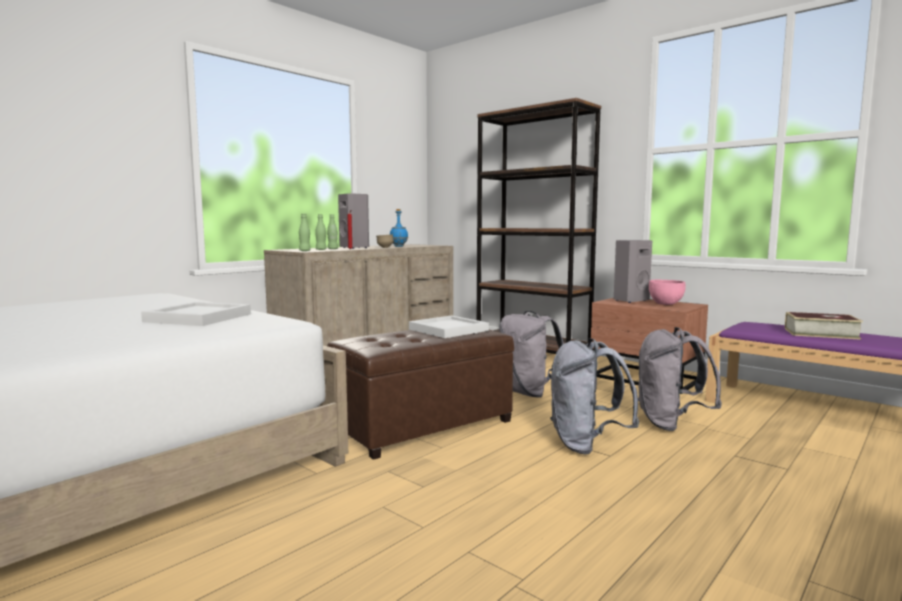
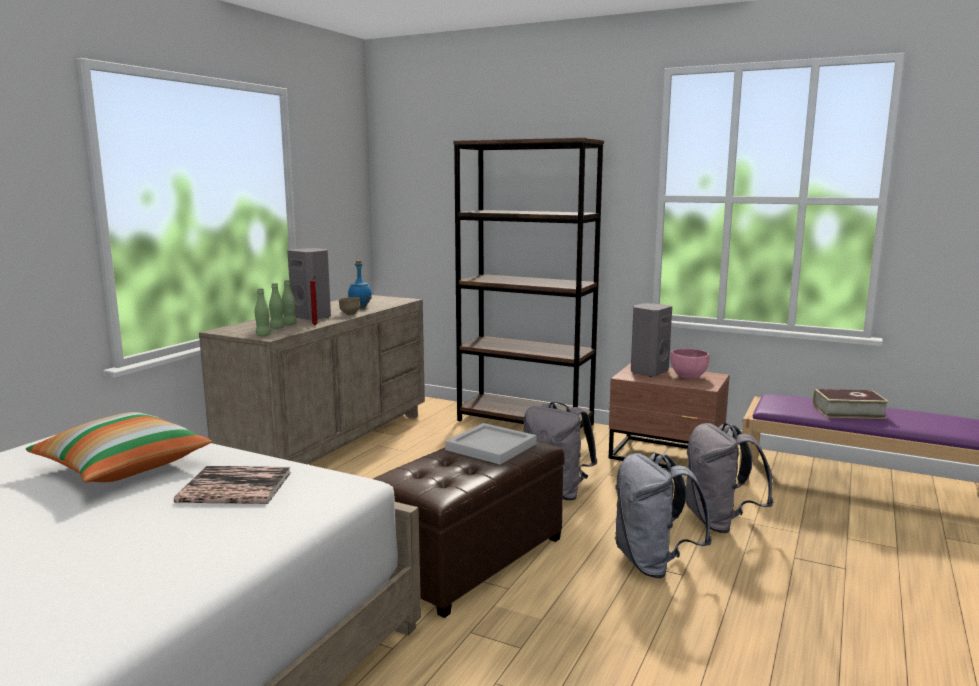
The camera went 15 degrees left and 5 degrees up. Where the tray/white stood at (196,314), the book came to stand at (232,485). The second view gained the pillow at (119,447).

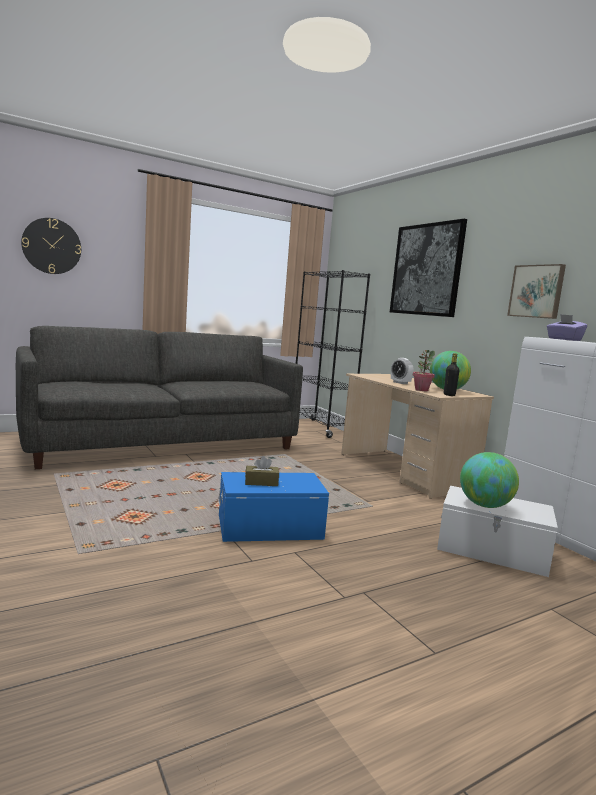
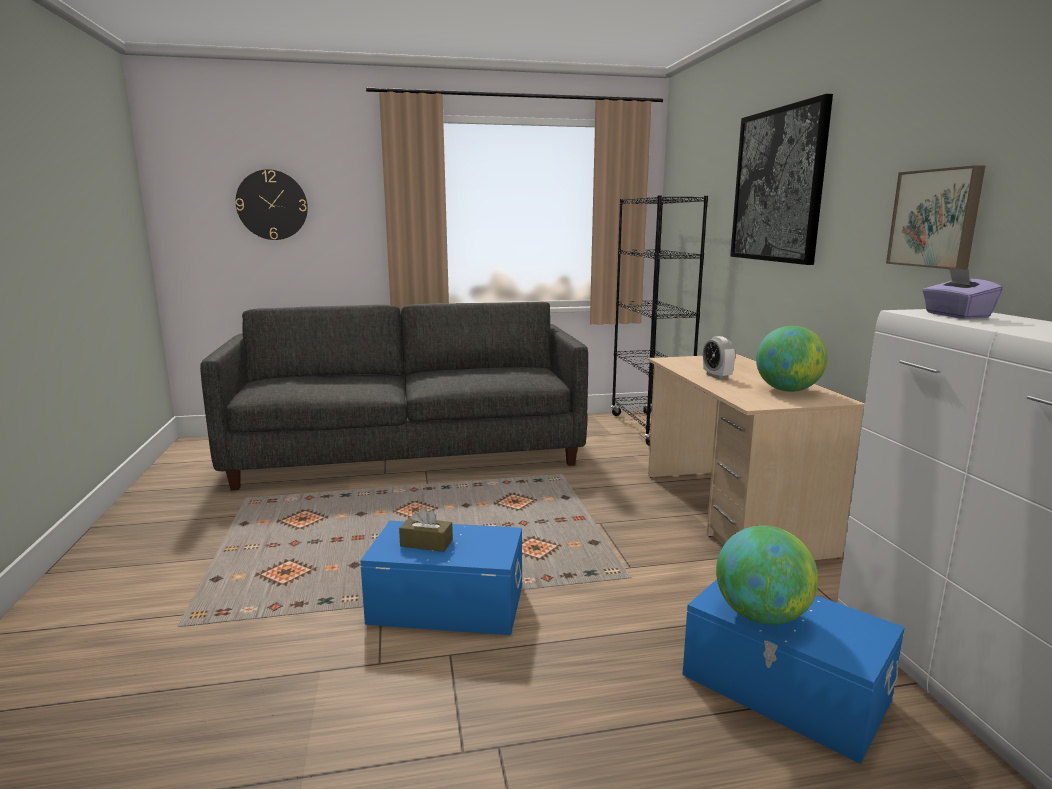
The camera went 20 degrees right and 5 degrees up. The second view lost the potted plant at (424,370). What was the storage box/white at (497,531) turned into the storage box/blue at (793,671). The second view lost the bottle/black at (451,374).

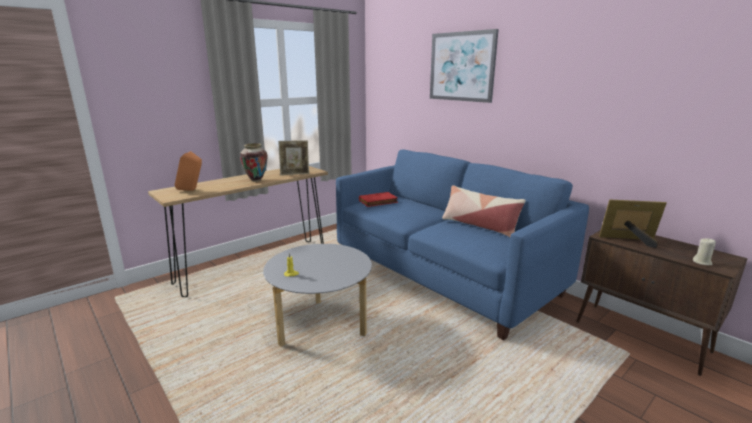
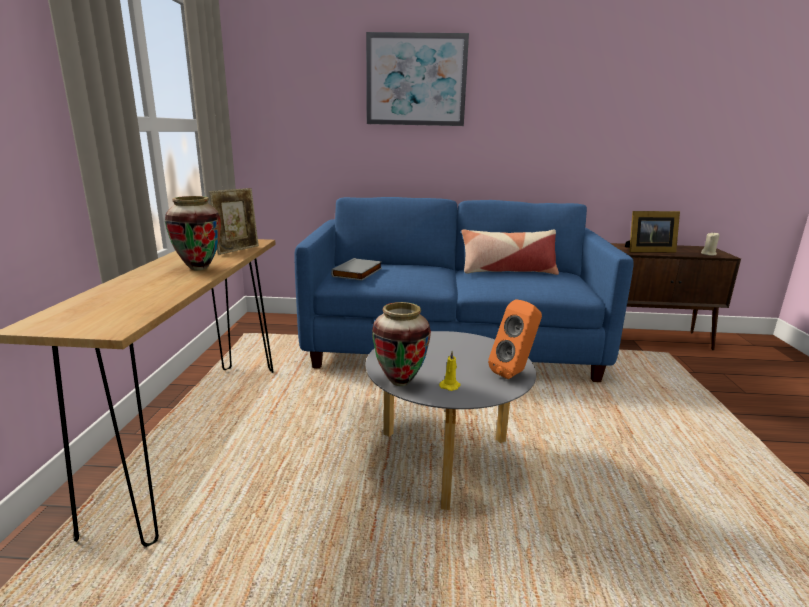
The camera went 45 degrees left and 0 degrees up. The speaker/orange ended up elsewhere, having gone from (188,171) to (515,339). What was the book/red at (378,199) turned into the book/grey at (356,269). The picture frame at (633,223) ended up facing another way, 150 degrees counterclockwise from before. The second view gained the vase at (401,344).

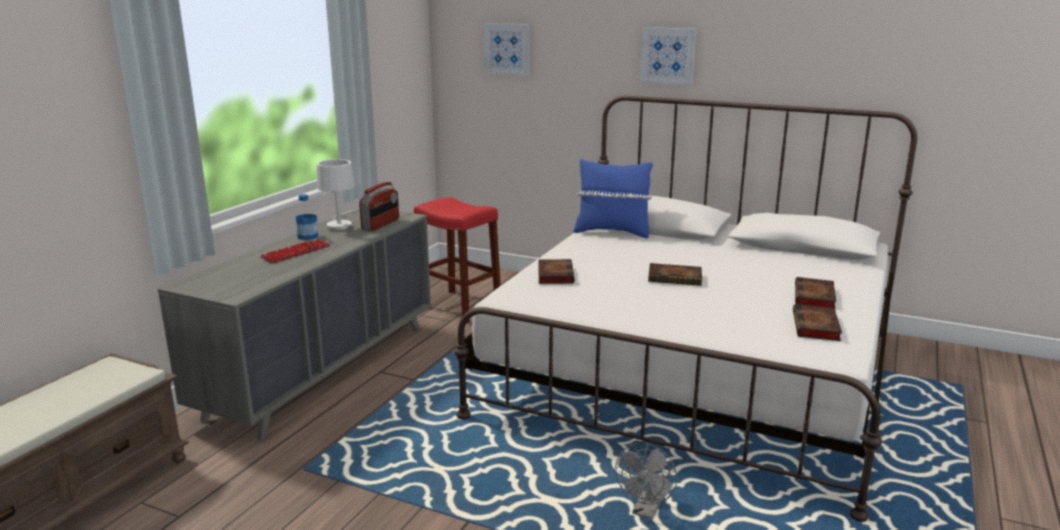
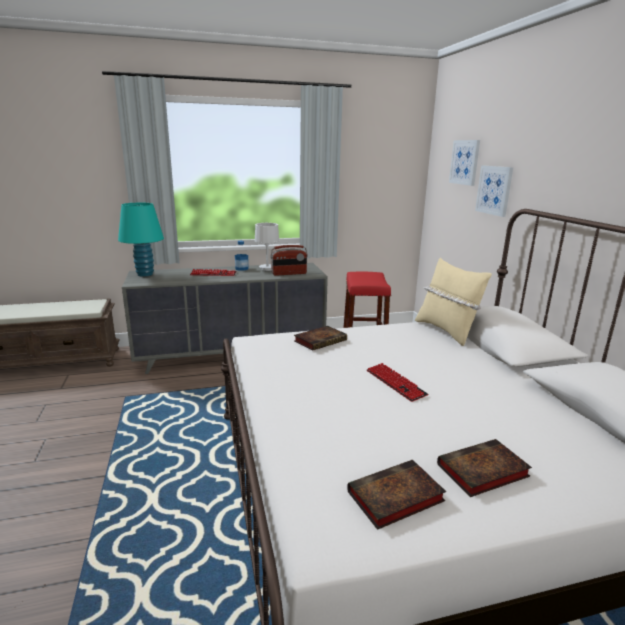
The camera went 50 degrees right and 0 degrees up. What was the pillow/blue at (613,198) turned into the pillow/beige at (453,302). The second view lost the fan/grey at (646,481). The picture ended up elsewhere, having gone from (668,56) to (494,191). Where the book stood at (675,274), the keyboard came to stand at (398,382). The second view gained the table lamp/turquoise at (141,240).

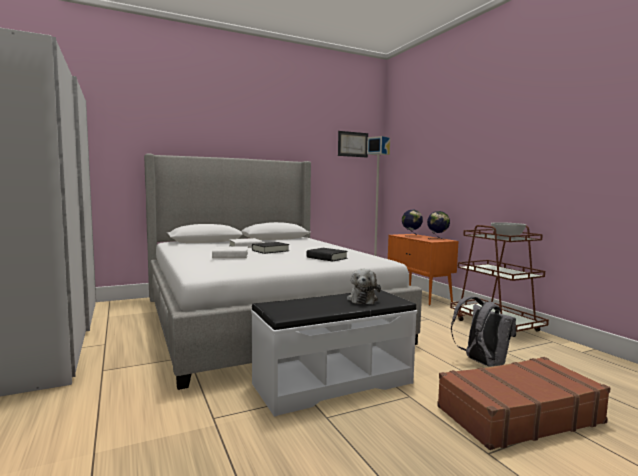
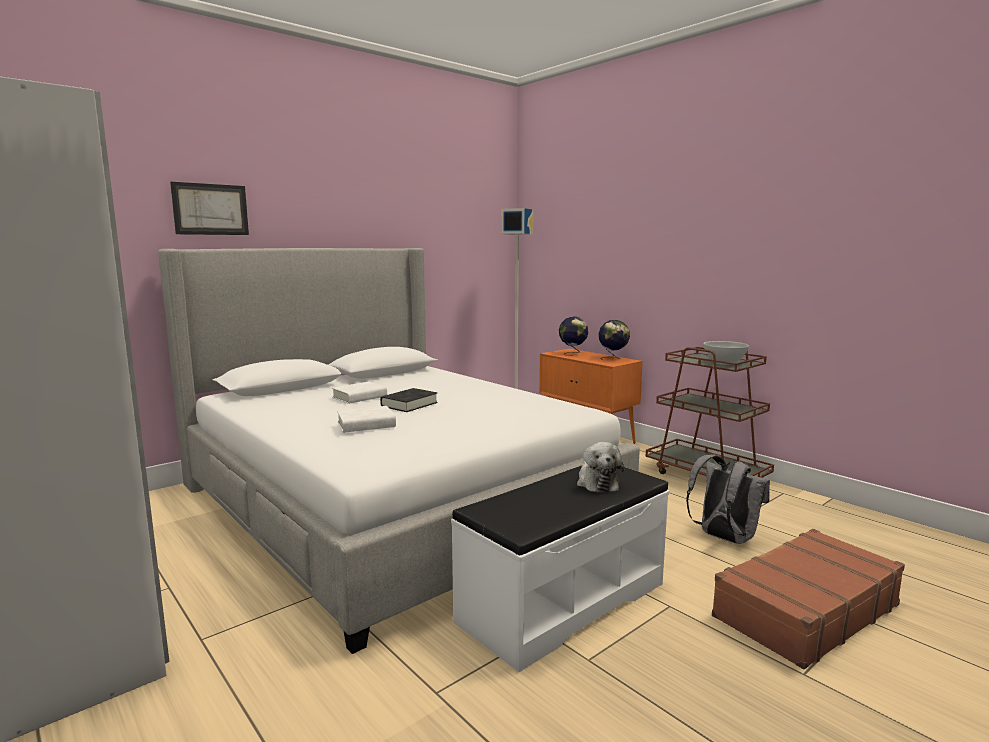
The camera went 15 degrees left and 5 degrees up. The second view lost the book/black at (327,255). The picture ended up elsewhere, having gone from (353,144) to (209,208).

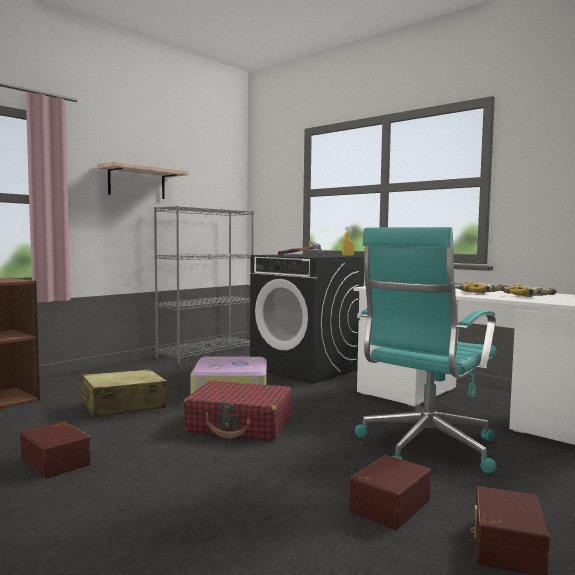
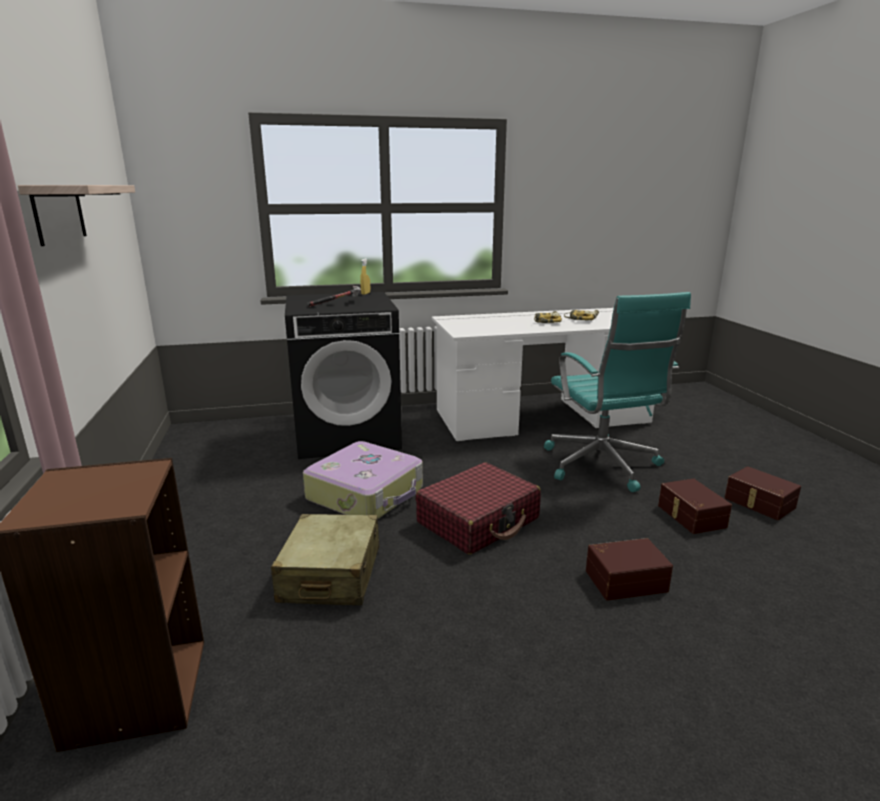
The camera went 55 degrees left and 15 degrees up. The storage box/brown ended up elsewhere, having gone from (55,450) to (629,569). The second view lost the bookcase/grey at (204,285).

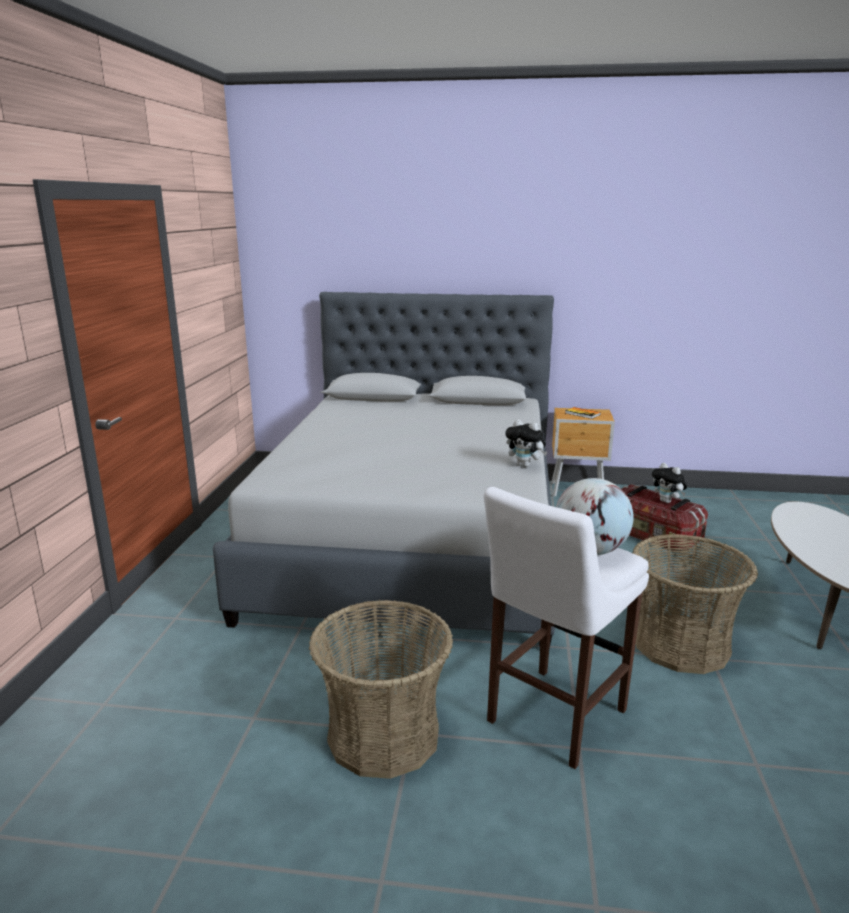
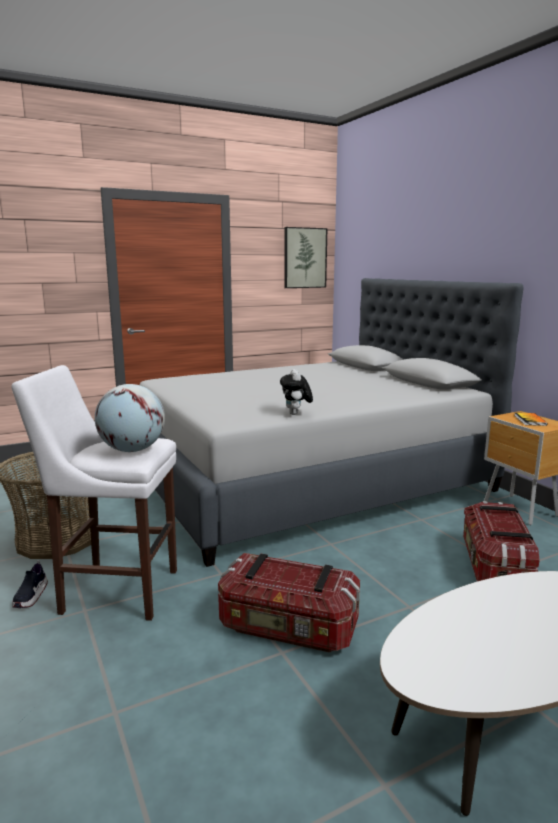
The camera went 55 degrees right and 5 degrees down. Where the basket stood at (695,604), the storage box came to stand at (289,602). The second view lost the plush toy at (669,483). The second view gained the shoe at (30,584). The second view gained the picture at (305,257).

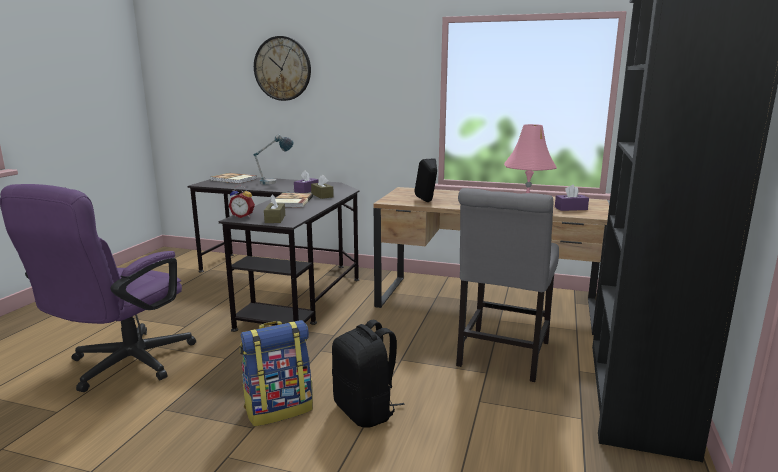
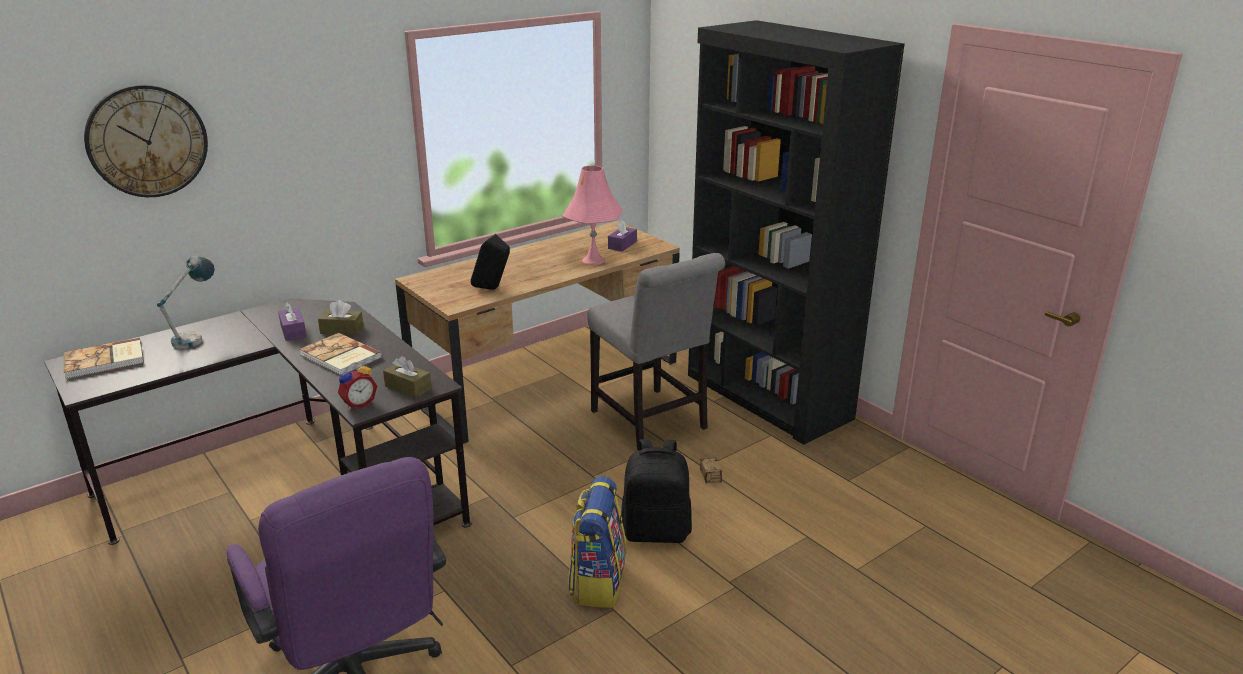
The camera went 55 degrees left and 10 degrees up. The second view gained the storage box at (716,470).

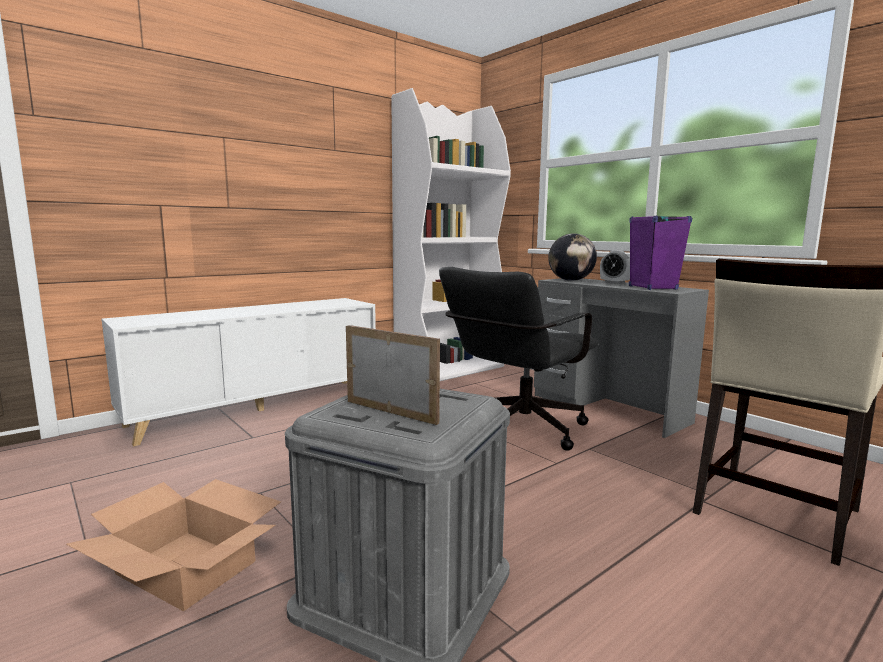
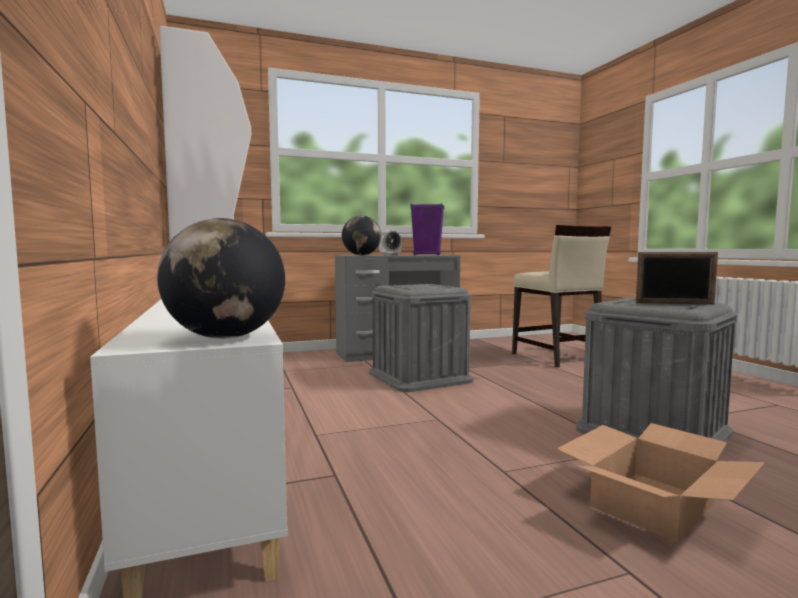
The camera went 70 degrees left and 5 degrees down. The picture frame at (393,375) ended up facing another way, 135 degrees counterclockwise from before. Where the office chair/black stood at (519,359), the storage box/grey came to stand at (421,338). The second view gained the globe at (221,278).

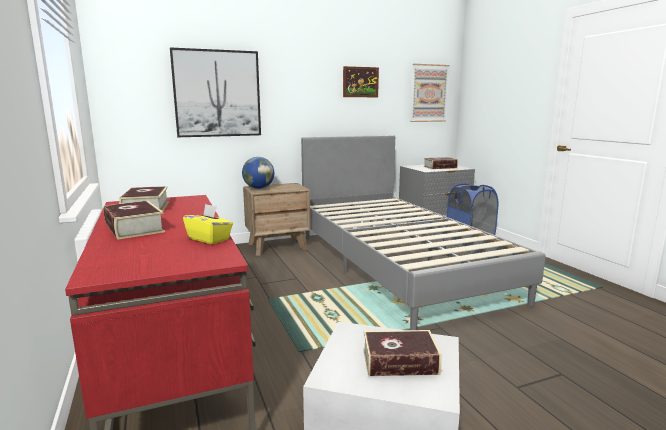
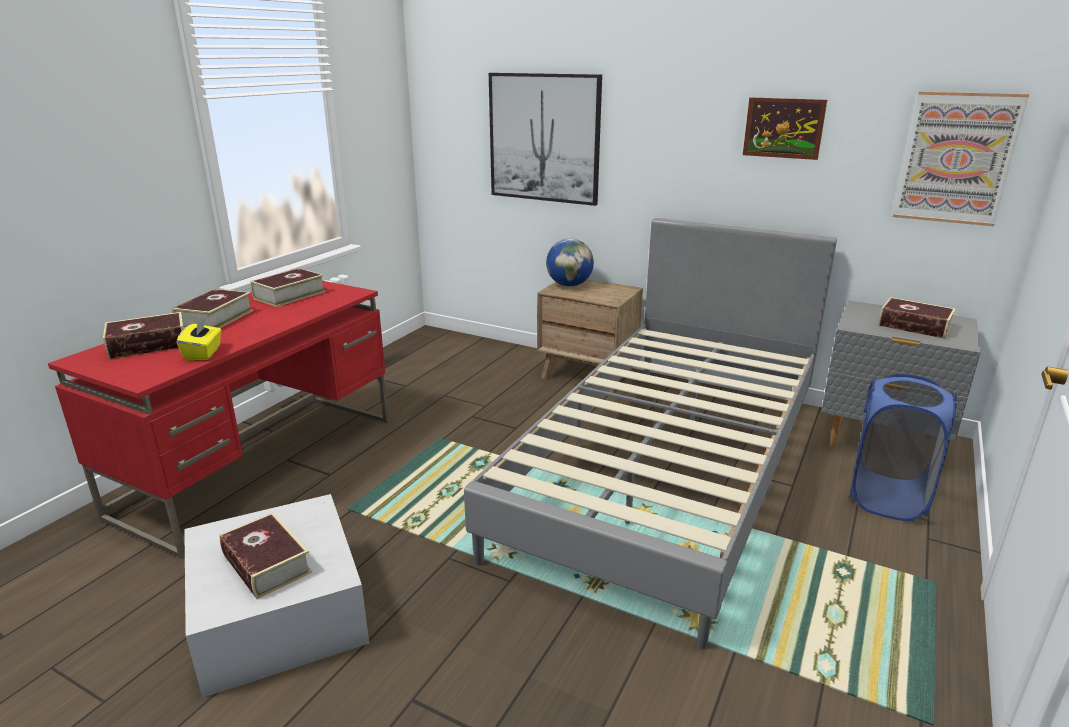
The camera went 50 degrees right and 10 degrees up. The second view gained the book at (143,335).

